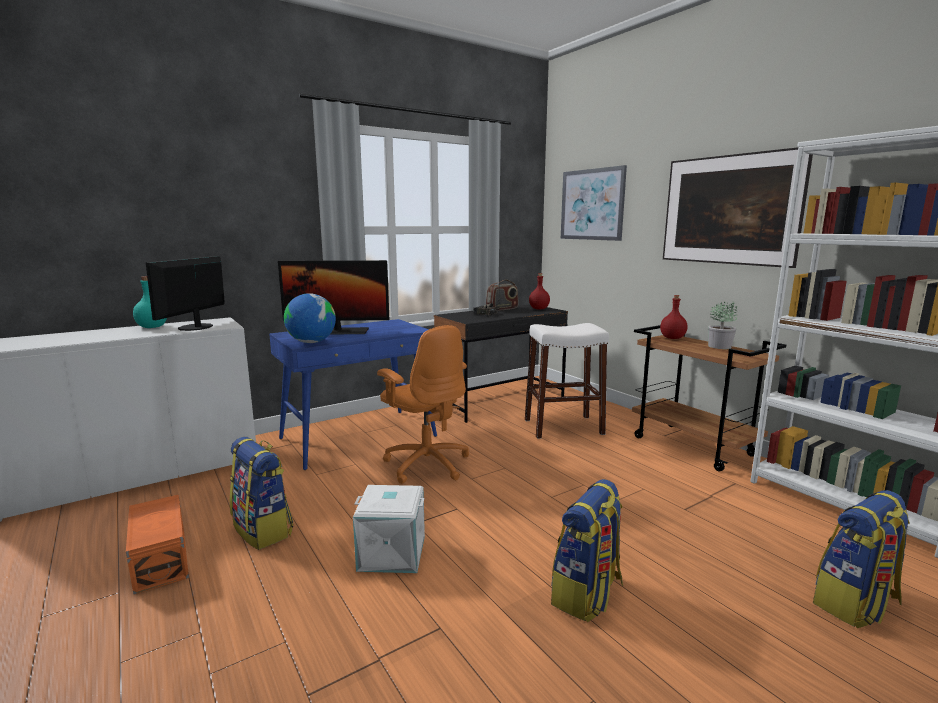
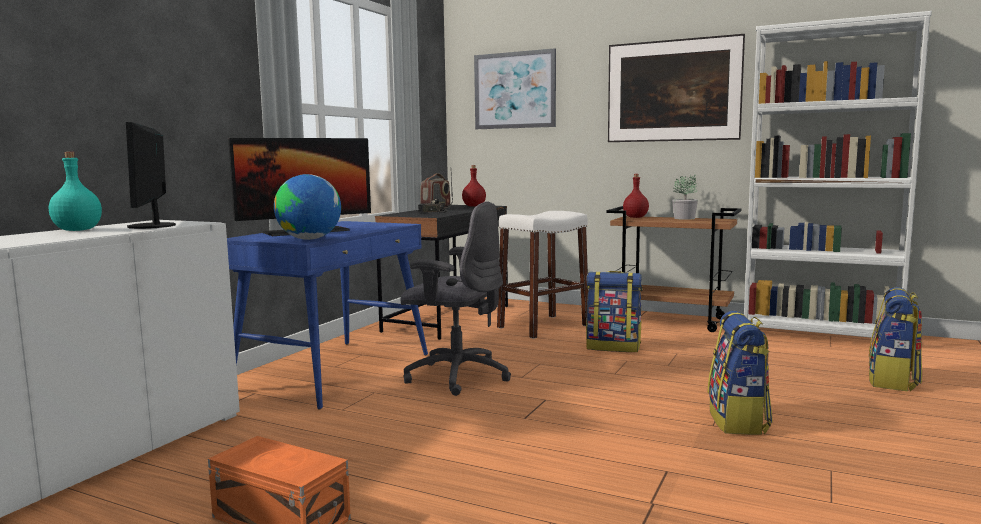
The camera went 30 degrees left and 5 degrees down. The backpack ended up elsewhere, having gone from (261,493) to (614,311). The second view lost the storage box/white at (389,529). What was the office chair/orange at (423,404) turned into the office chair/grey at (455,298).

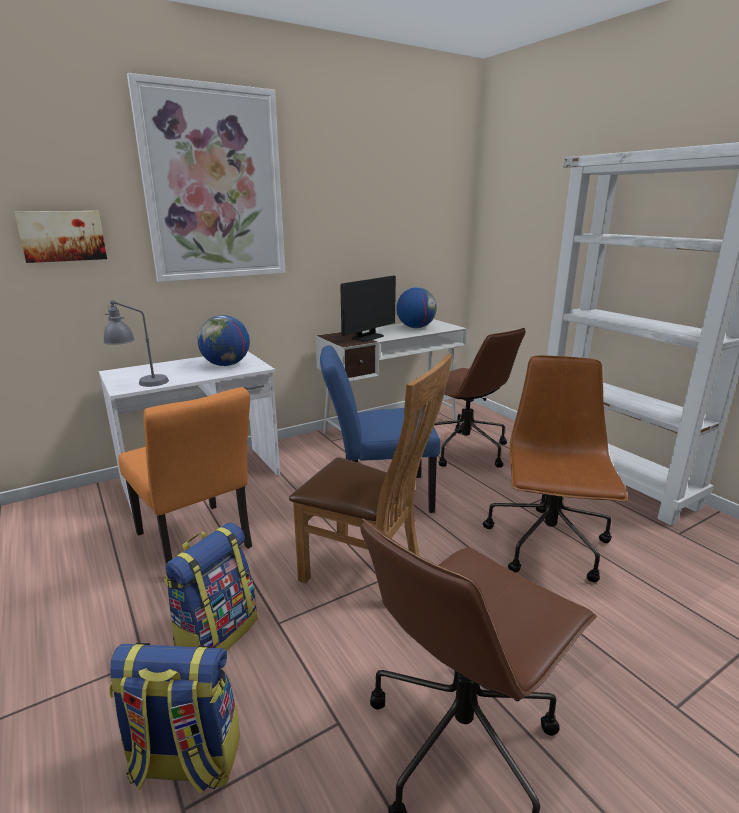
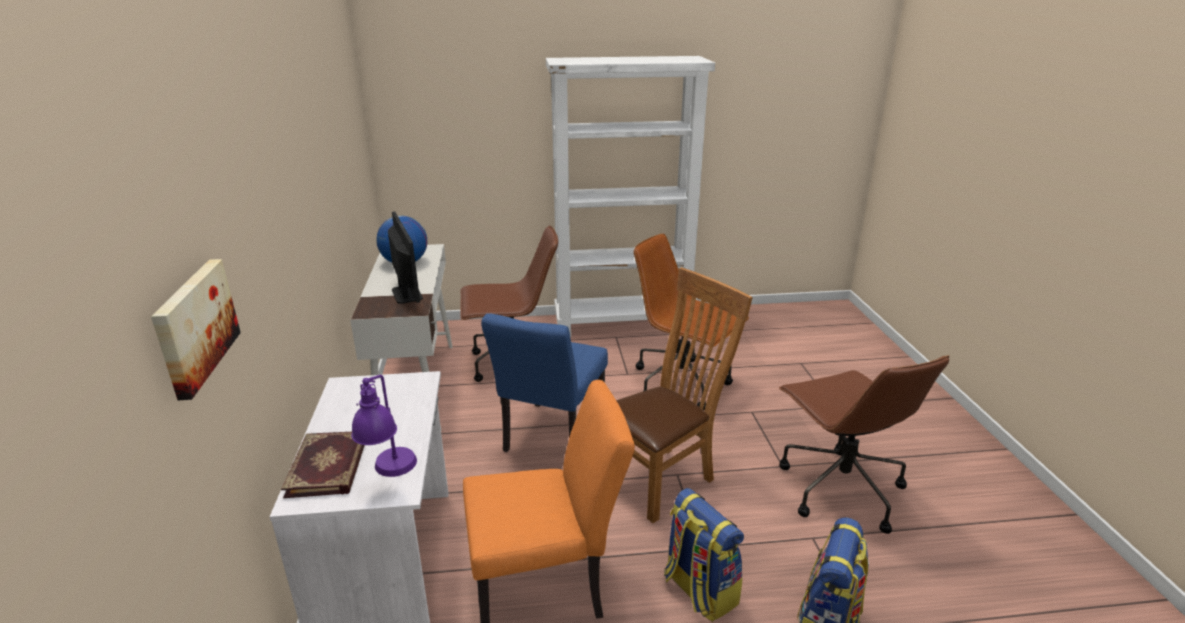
The camera went 65 degrees left and 5 degrees up. What was the table lamp/grey at (136,343) turned into the table lamp/purple at (384,426). The second view lost the picture at (206,177). The second view lost the globe at (223,340). The second view gained the book at (323,465).

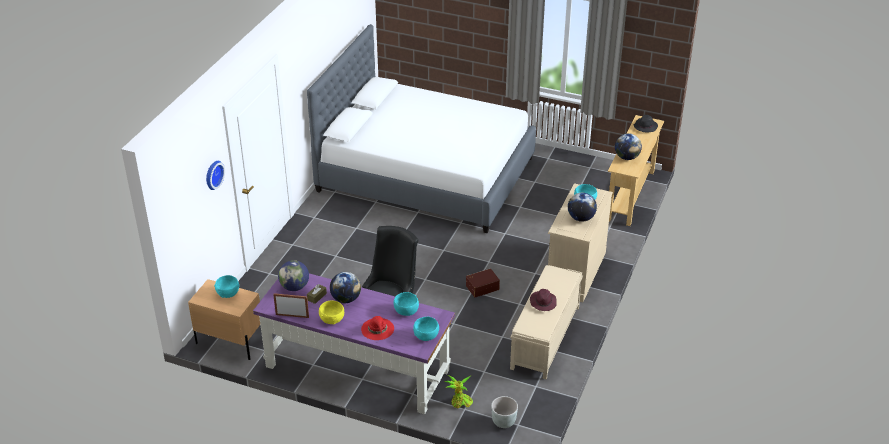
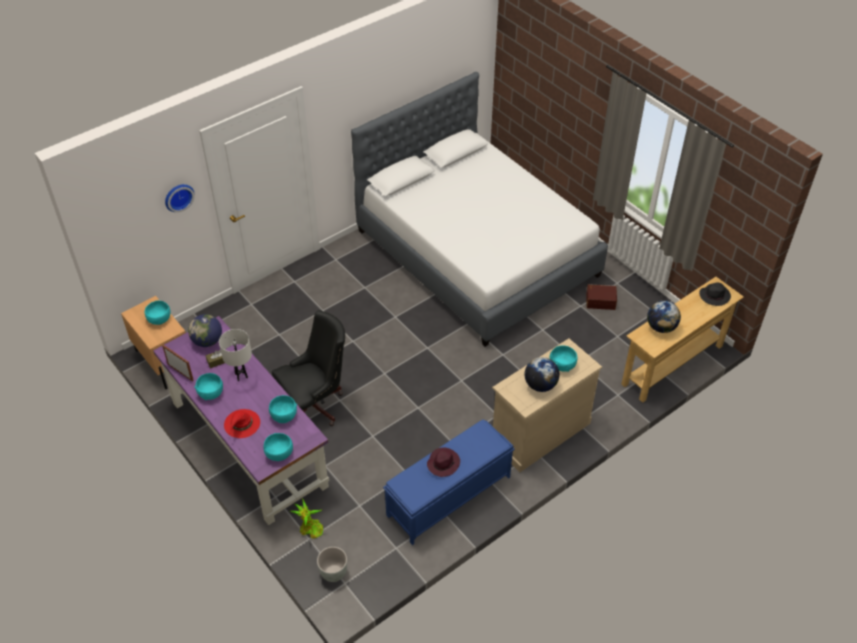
The camera went 30 degrees right and 10 degrees up. What was the bowl/yellow at (331,312) turned into the bowl/turquoise at (209,386). Where the globe stood at (345,287), the table lamp/white came to stand at (235,355). The storage box/brown ended up elsewhere, having gone from (483,282) to (601,297). What was the bench/beige at (546,322) turned into the bench/blue at (449,482).

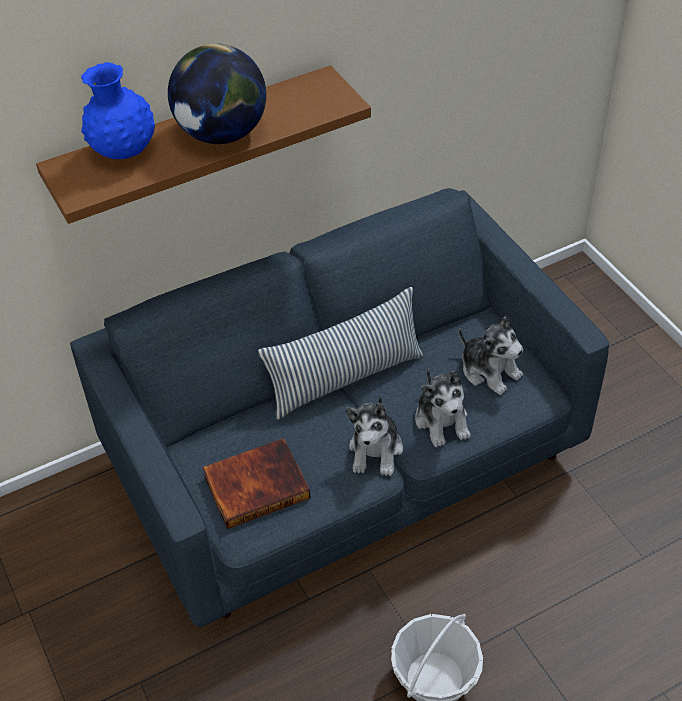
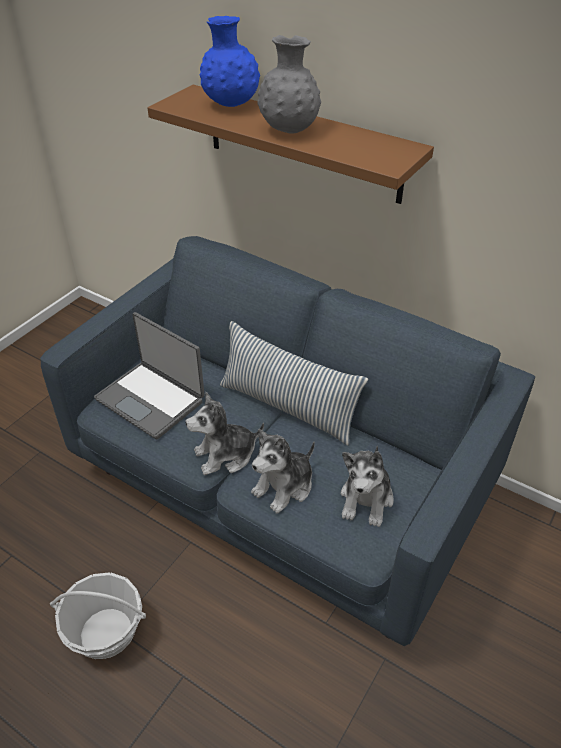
The camera went 60 degrees right and 5 degrees down. Where the globe stood at (217,93), the vase/grey came to stand at (289,84). Where the book stood at (256,483), the laptop came to stand at (149,375).

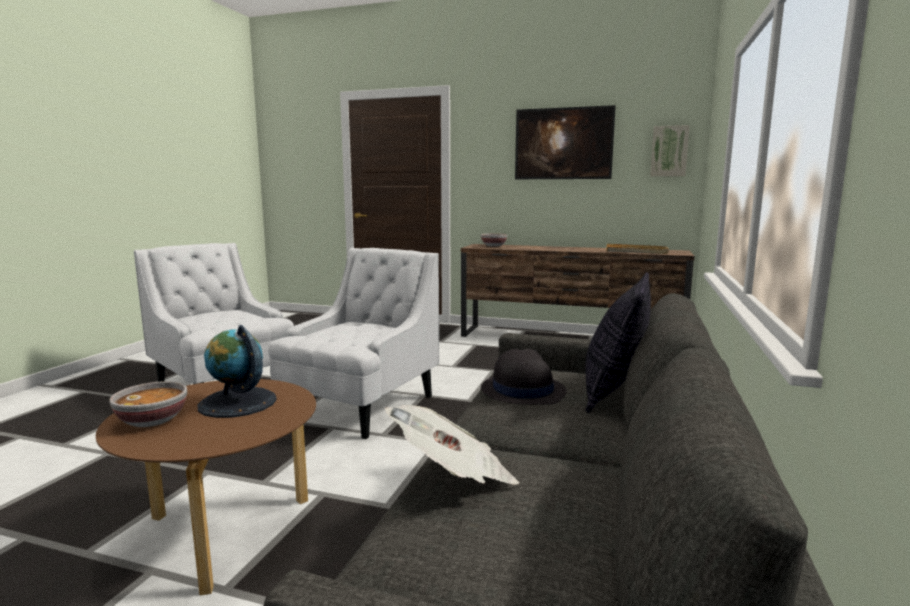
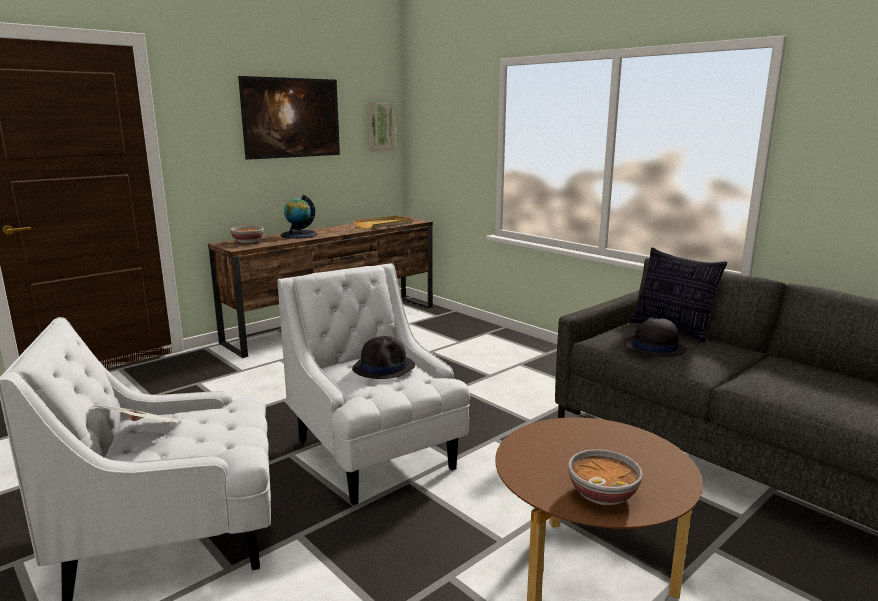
The camera went 60 degrees left and 5 degrees up. The globe ended up elsewhere, having gone from (237,371) to (299,217). The newspaper ended up elsewhere, having gone from (452,444) to (137,413). The second view gained the hat/black at (383,357).

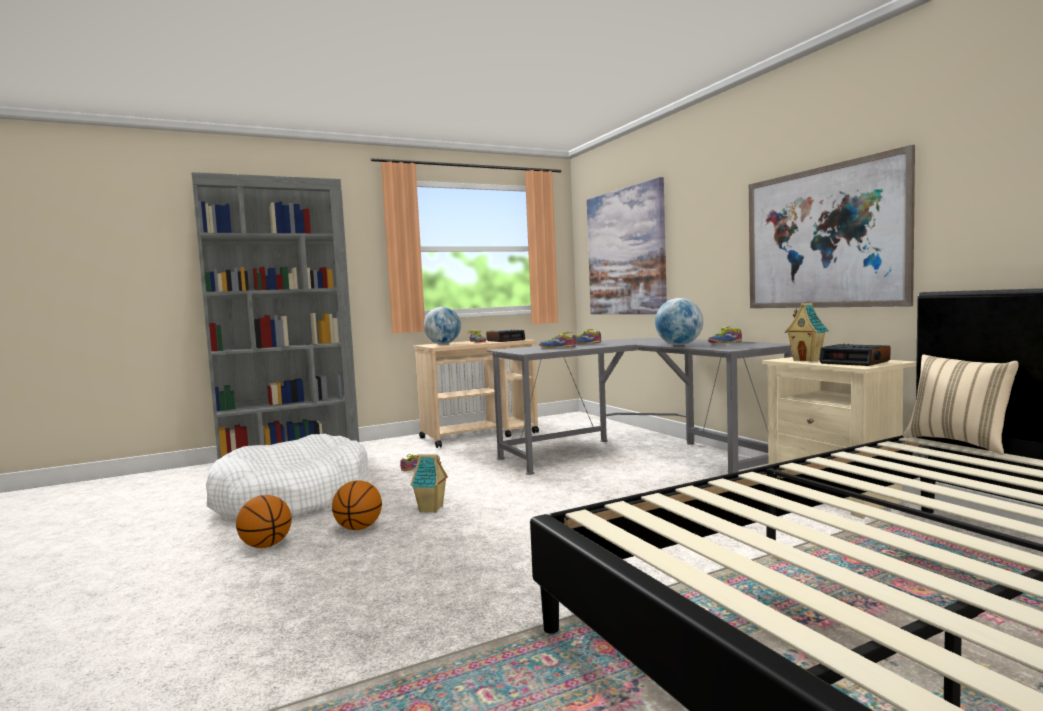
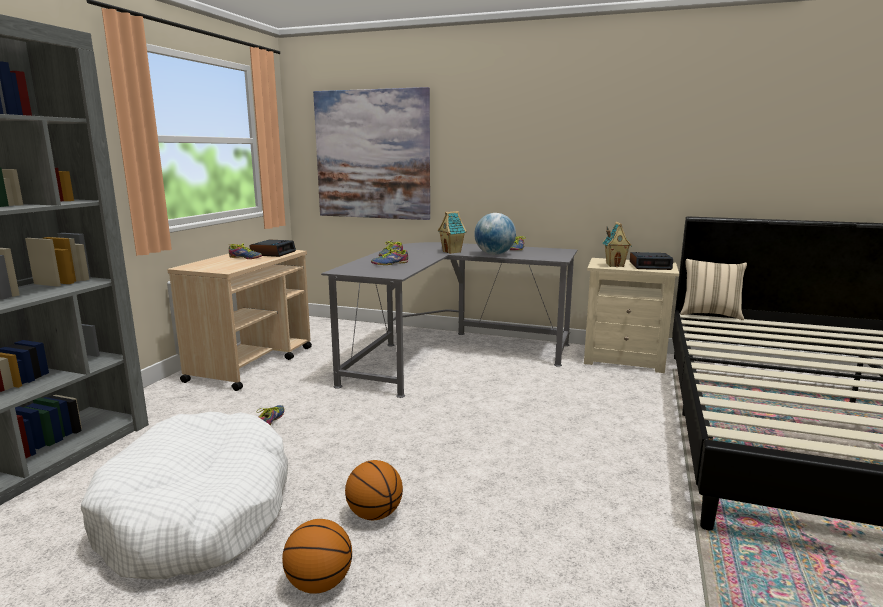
The camera went 45 degrees left and 10 degrees up. The toy house ended up elsewhere, having gone from (429,483) to (452,232). The second view lost the globe at (442,325). The second view lost the picture at (832,226).

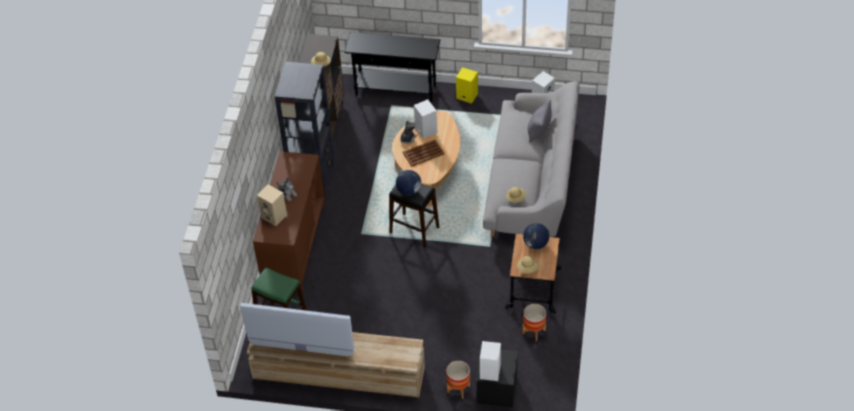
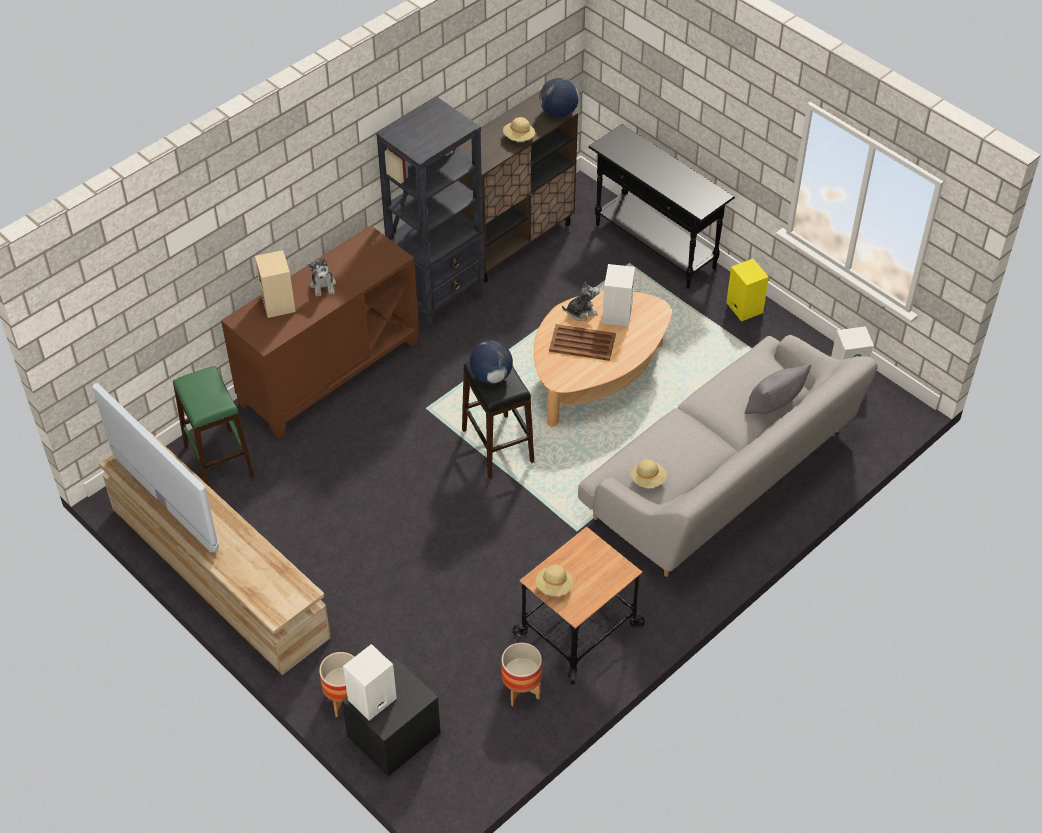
The camera went 35 degrees right and 0 degrees up. The globe ended up elsewhere, having gone from (536,236) to (559,98).

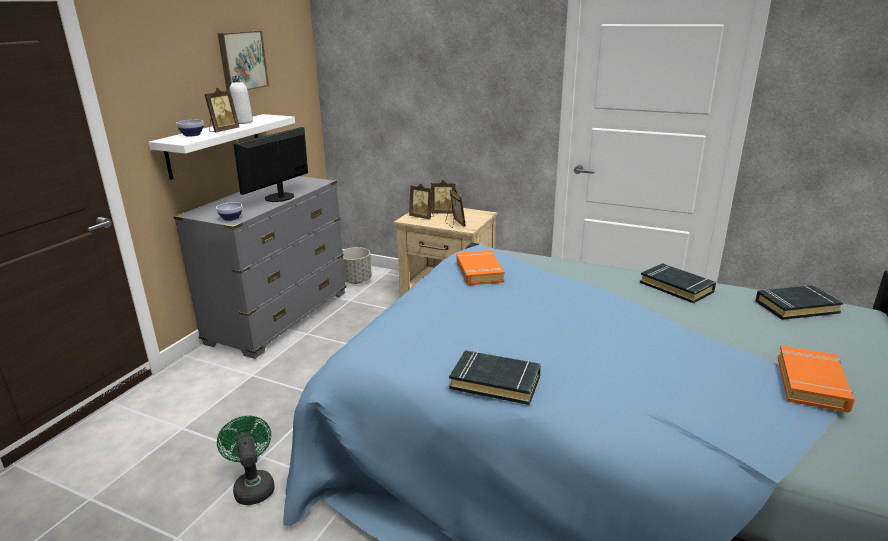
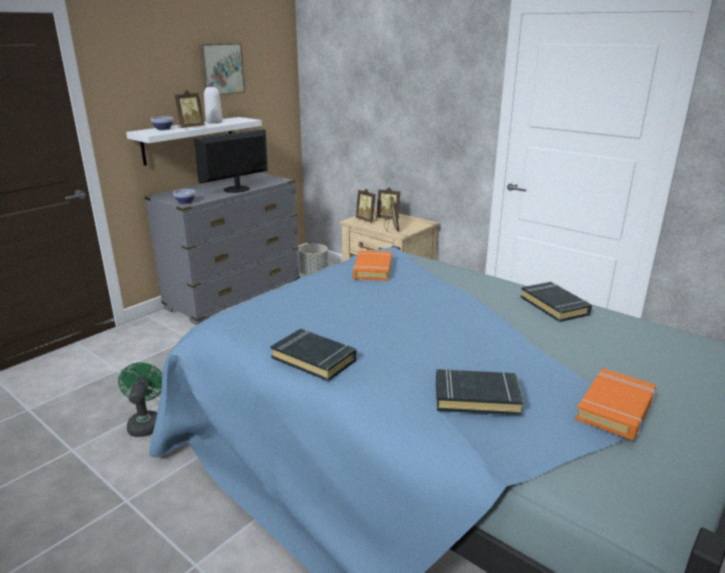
The camera went 15 degrees right and 0 degrees up. The book/black ended up elsewhere, having gone from (799,302) to (480,392).

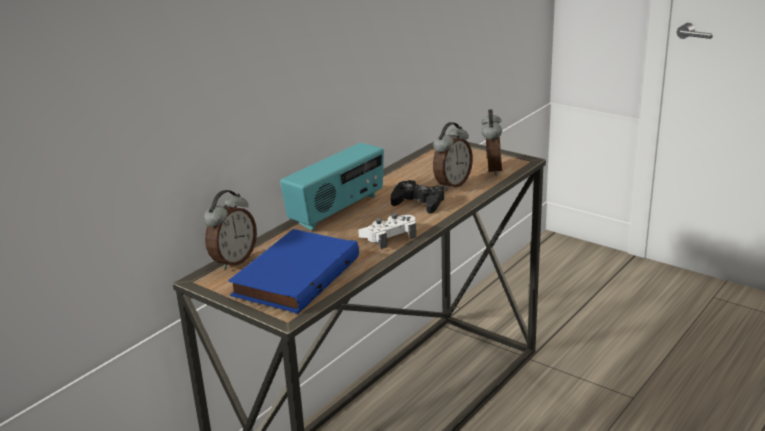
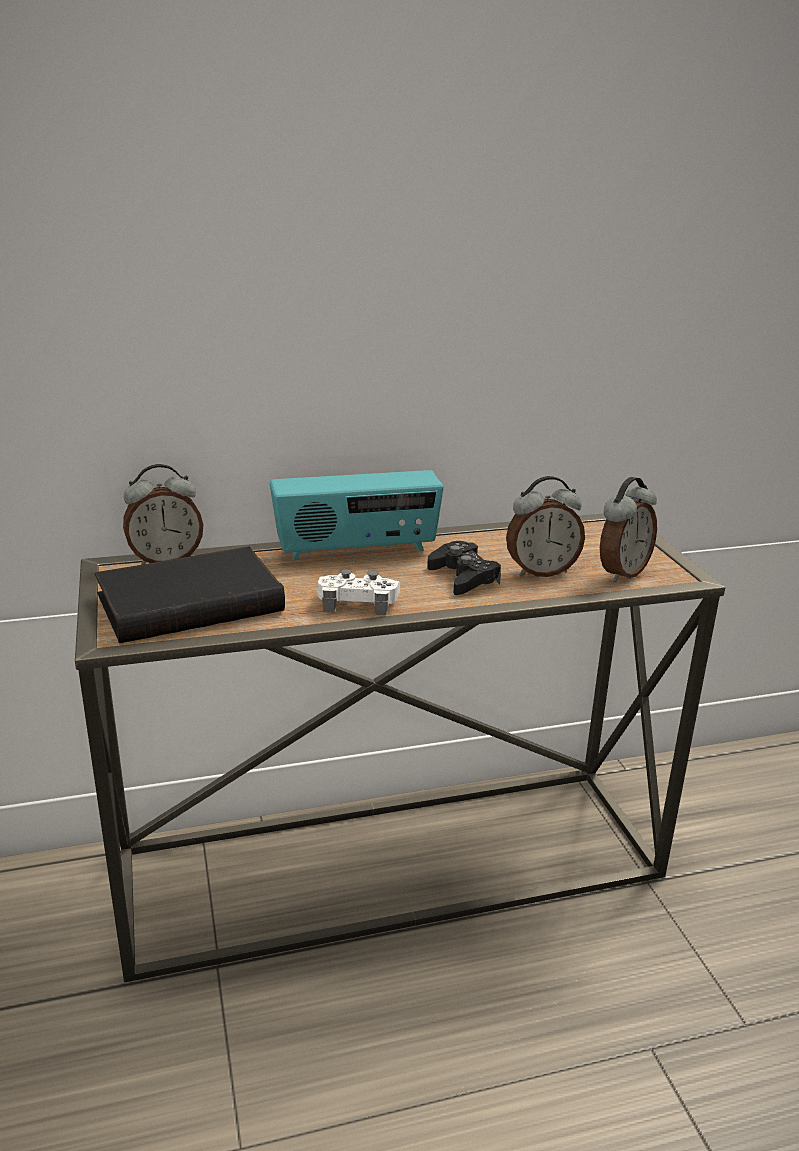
The camera went 35 degrees right and 0 degrees up. What was the book/blue at (293,271) turned into the book/black at (190,594).

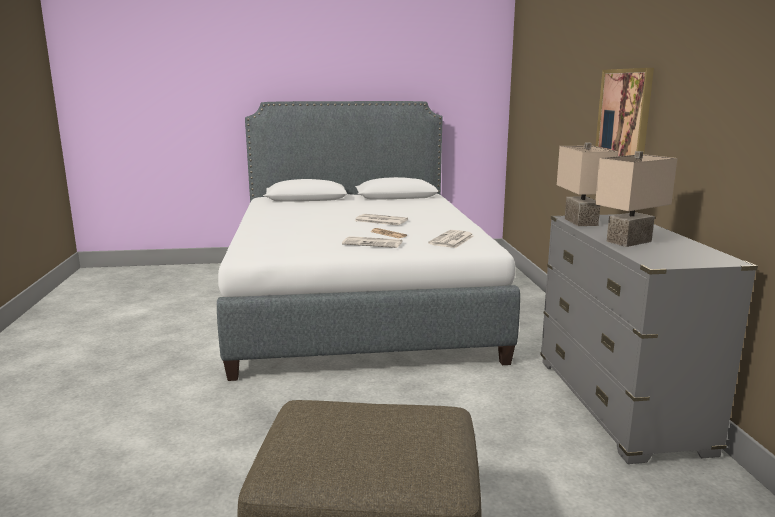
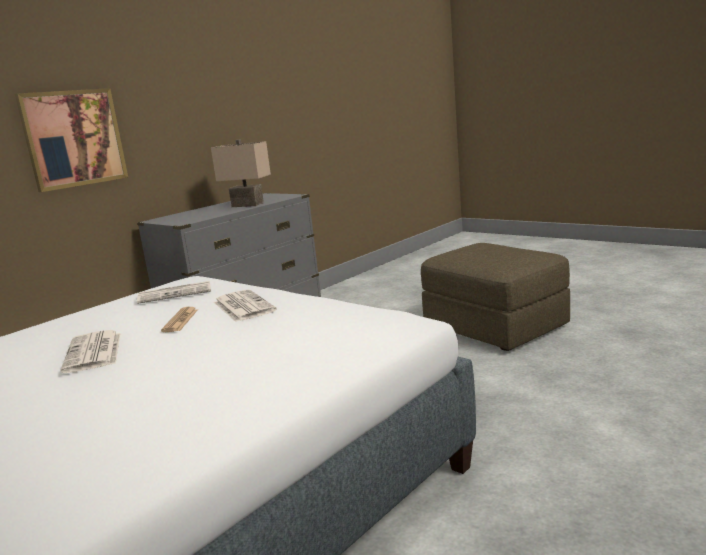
The camera went 130 degrees left and 0 degrees up. The second view lost the table lamp/beige at (587,184).

